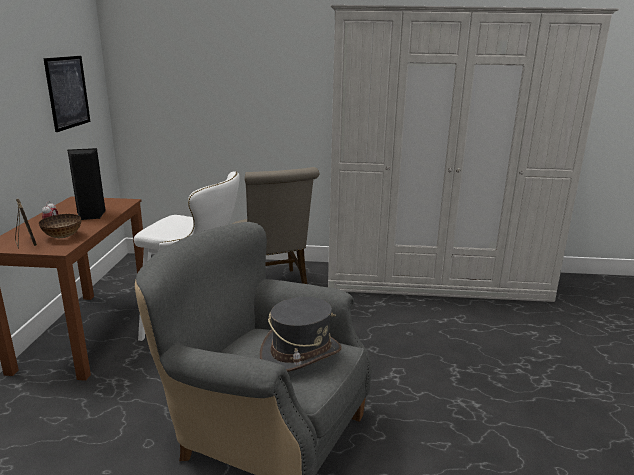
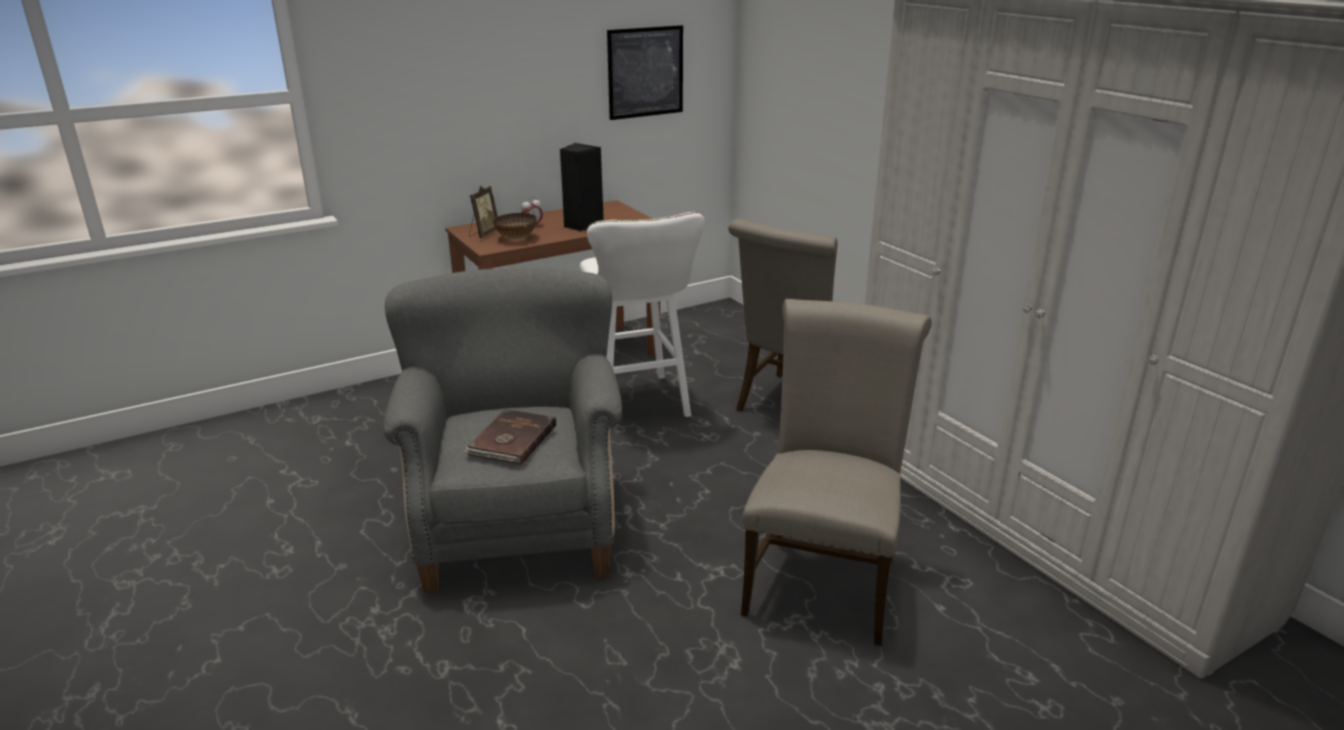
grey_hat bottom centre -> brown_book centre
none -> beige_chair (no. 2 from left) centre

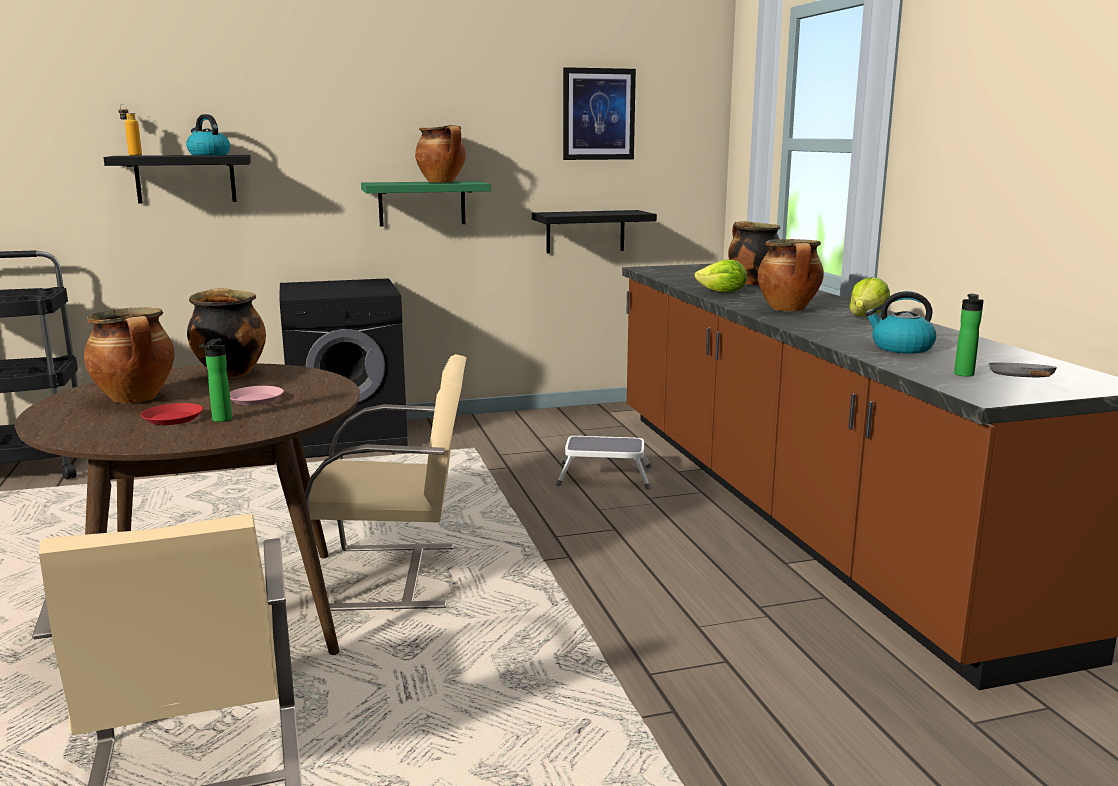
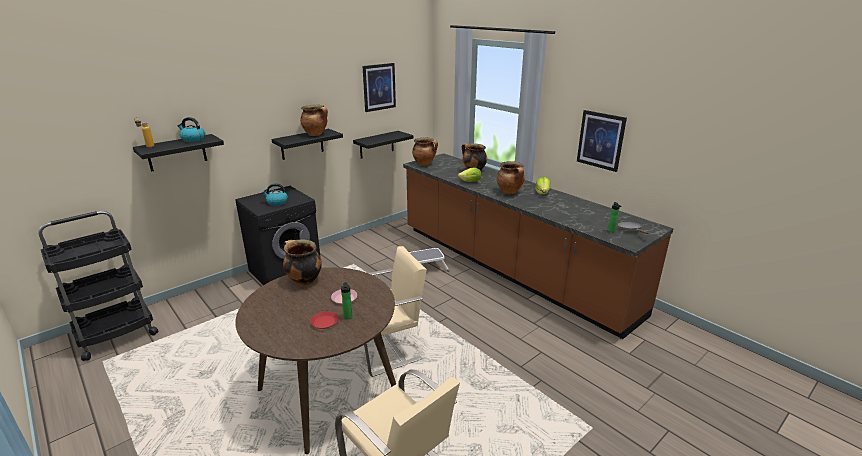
green_shelf top centre -> black_shelf (no. 2 from left) top centre
kettle (no. 2 from left) middle right -> kettle (no. 2 from left) middle left, relocated
cooking_pot (no. 1 from left in the first image) middle left -> cooking_pot (no. 3 from left) centre, relocated
none -> picture (no. 2 from left) top right

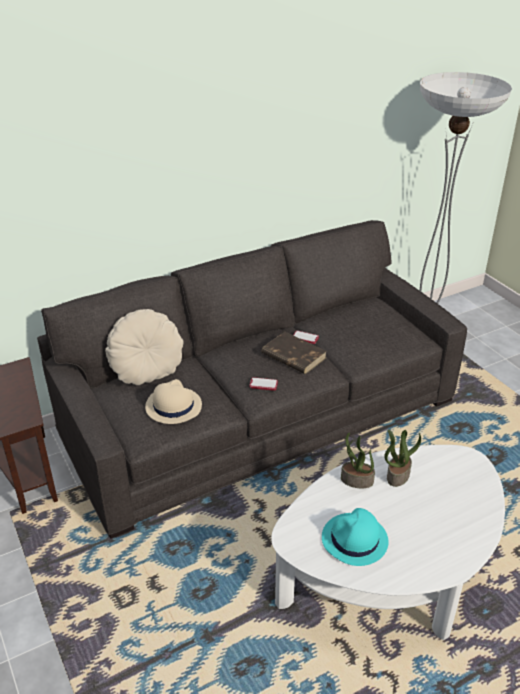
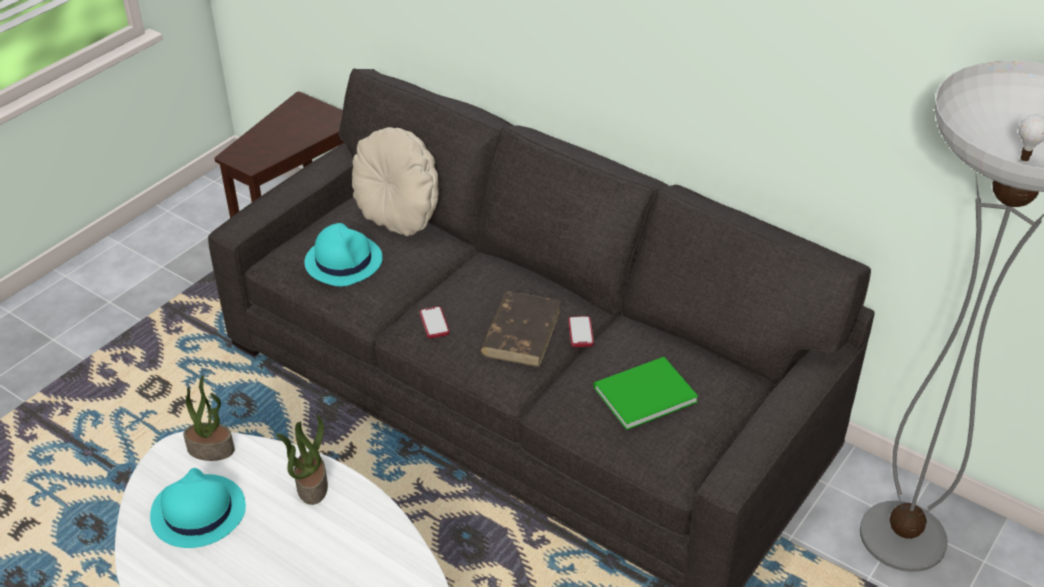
beige_hat middle left -> turquoise_hat (no. 2 from left) middle left
potted_plant (no. 2 from left in the first image) middle right -> potted_plant (no. 1 from left) bottom left, relocated
none -> green_book bottom centre

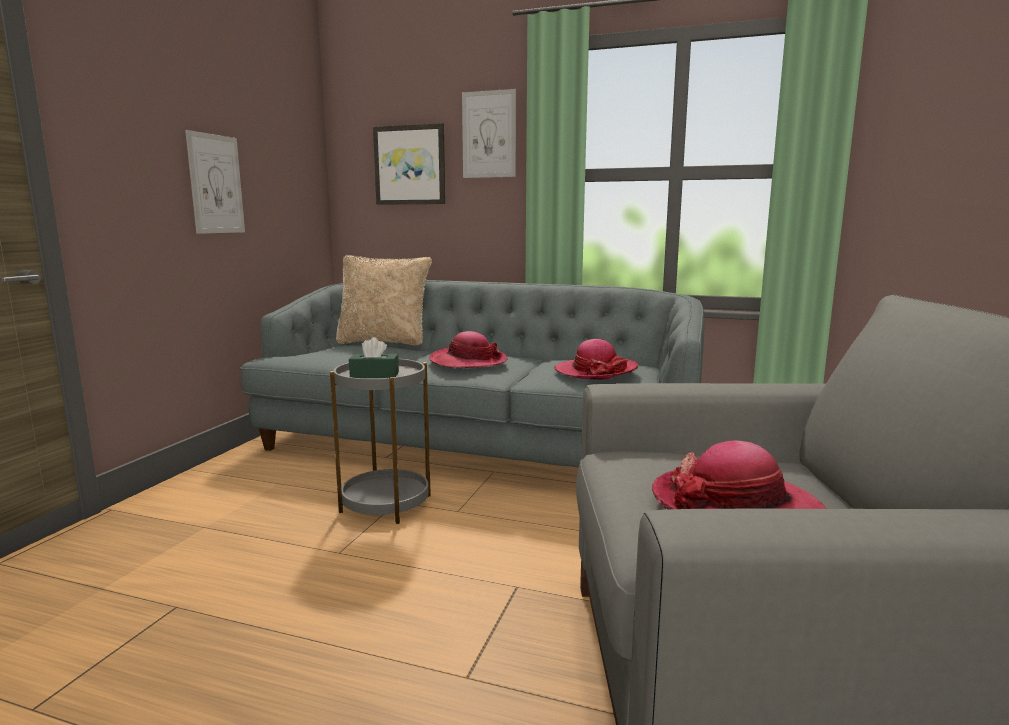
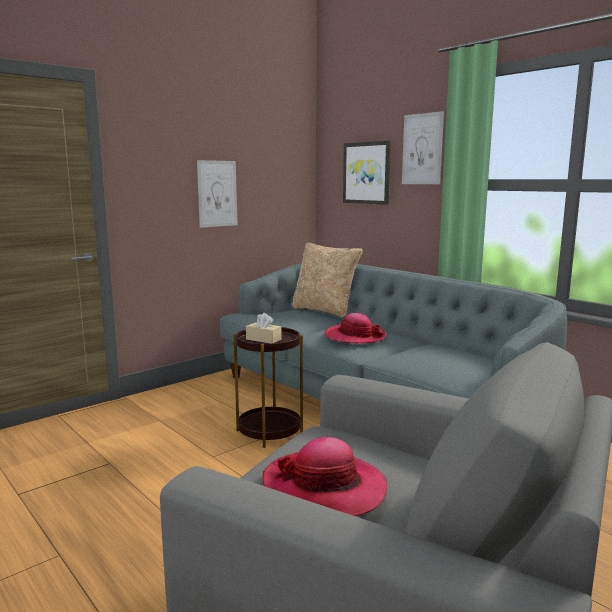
green_tissue_box centre -> beige_tissue_box centre
hat (no. 2 from left) centre -> none
grey_side_table centre -> brown_side_table centre

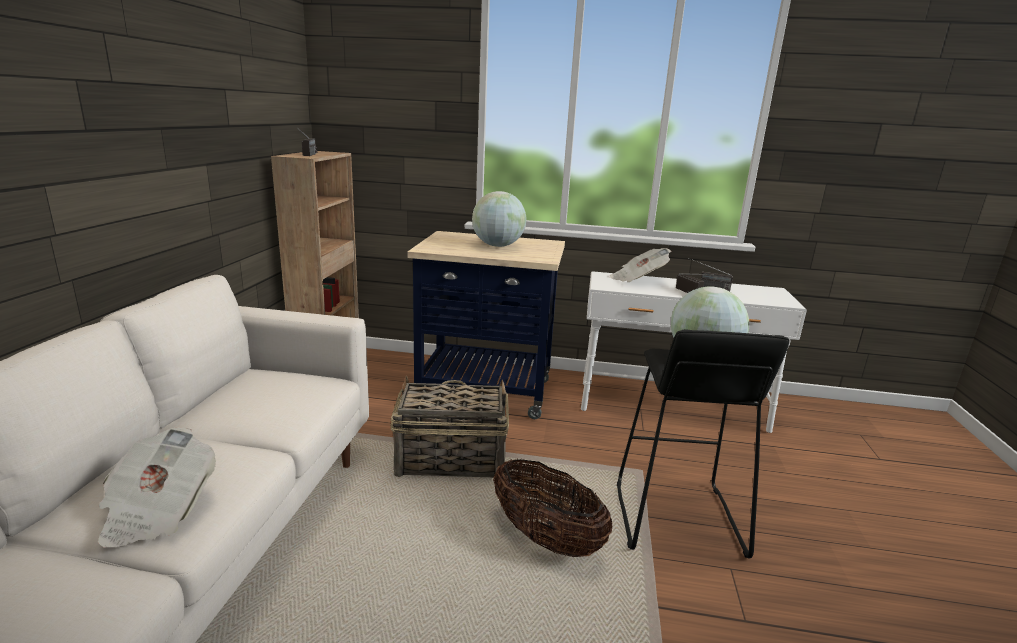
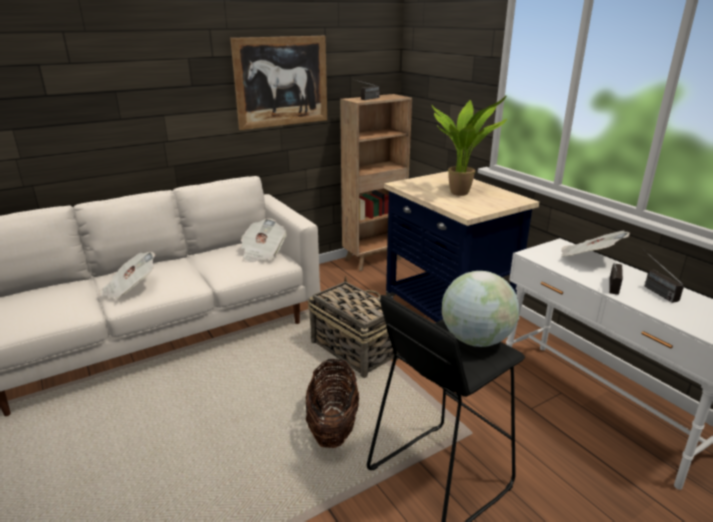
globe (no. 1 from left) centre -> potted_plant top centre
none -> picture top centre
none -> newspaper (no. 2 from left) centre

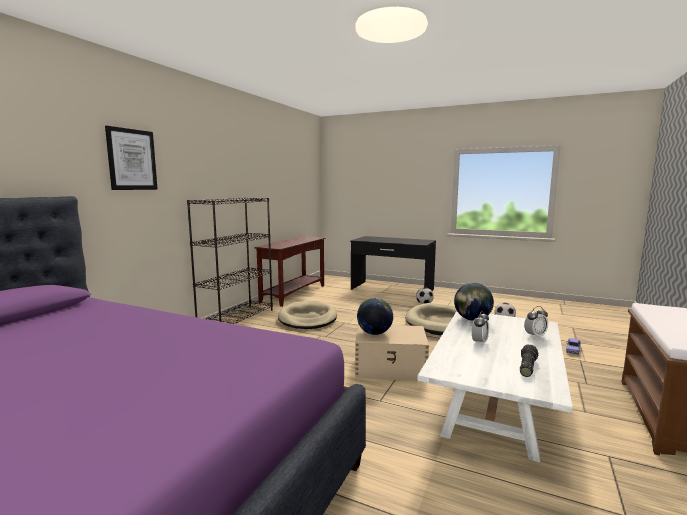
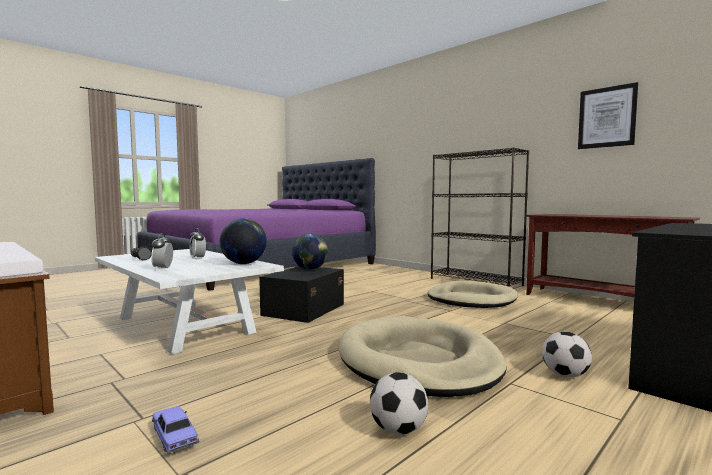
picture top left -> picture top right, relocated
beige_storage_box bottom centre -> black_storage_box centre

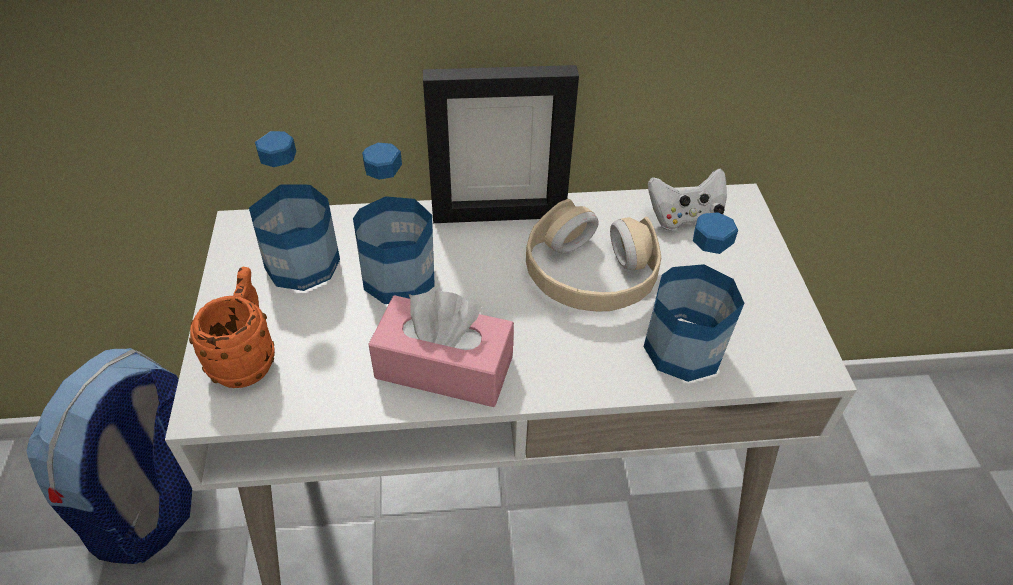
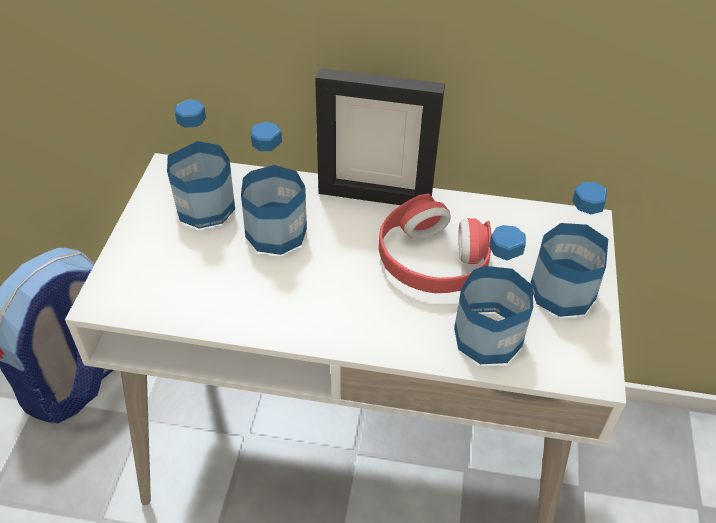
white_game_controller middle right -> none
beige_headphones centre -> red_headphones centre
orange_mug middle left -> none
pink_tissue_box centre -> none
none -> bottle (no. 4 from left) middle right

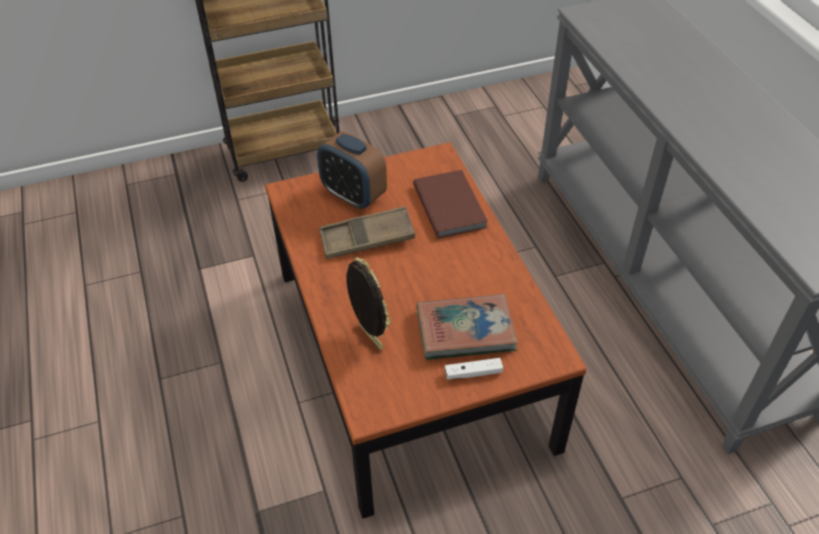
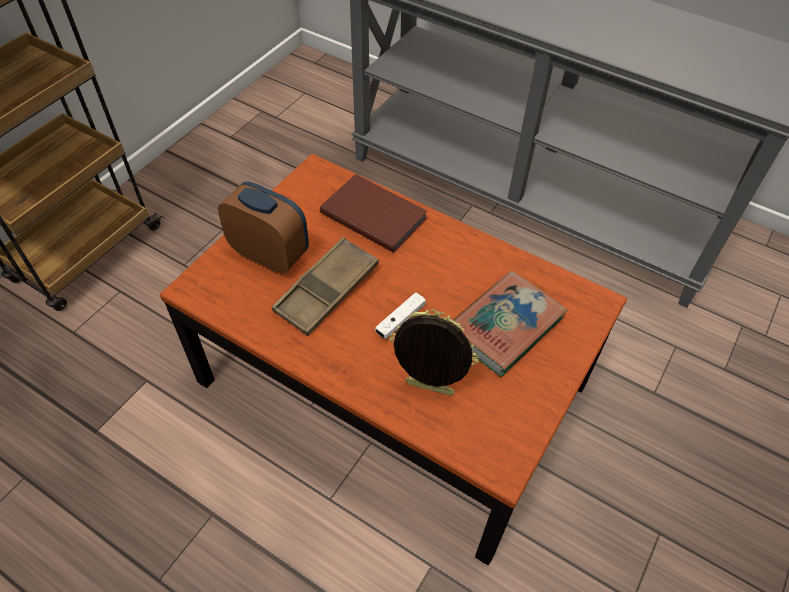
alarm_clock top centre -> alarm_clock centre, 150 degrees counterclockwise
white_game_controller bottom centre -> white_game_controller centre, relocated

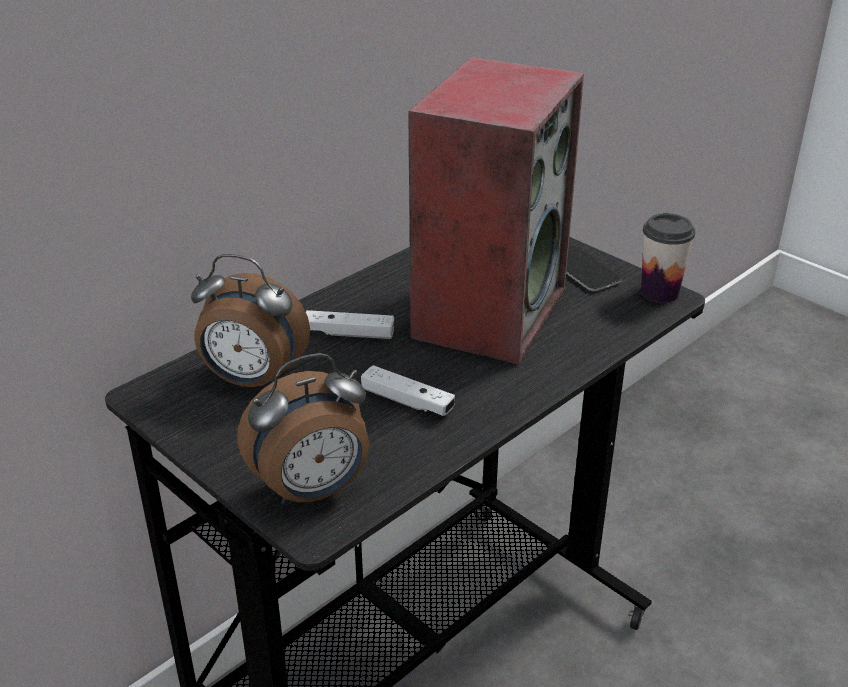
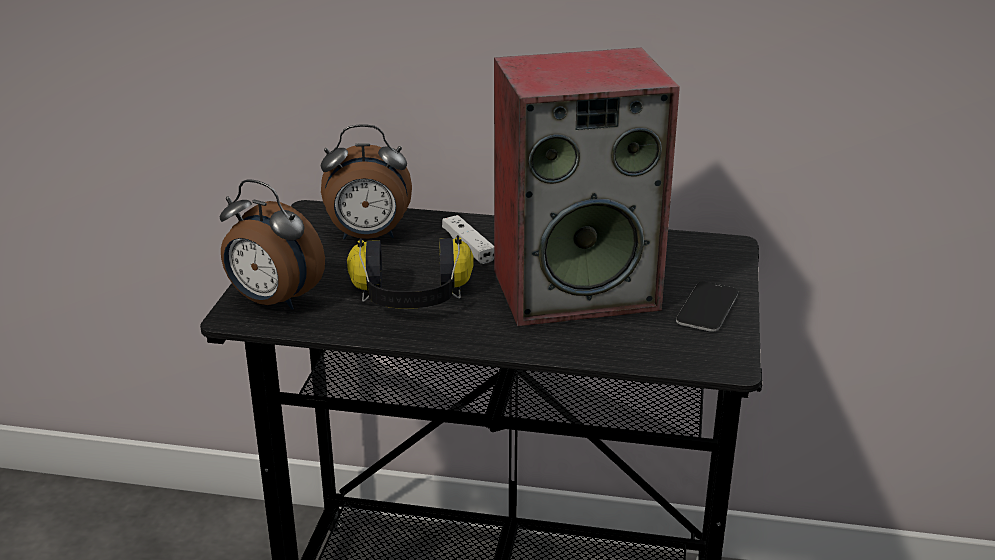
cup middle right -> none
alarm_clock (no. 1 from left in the first image) middle left -> alarm_clock (no. 2 from left) top centre, 75 degrees counterclockwise
white_game_controller (no. 2 from left) centre -> headphones centre

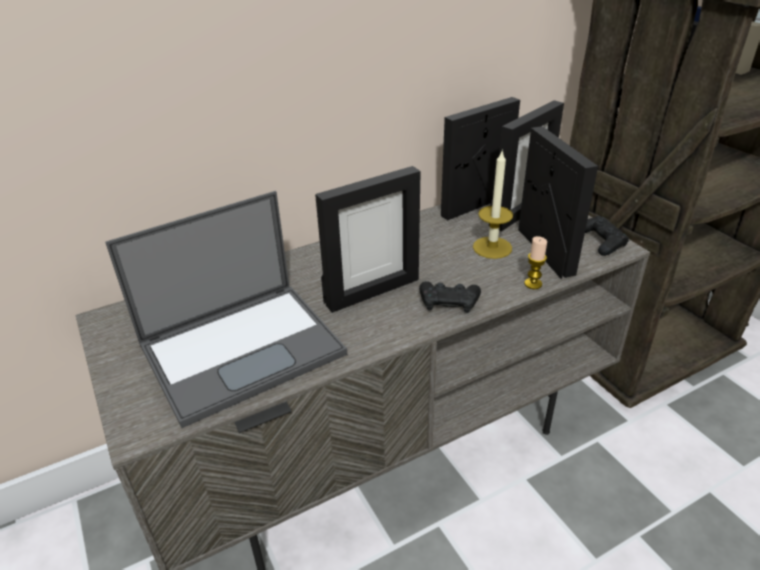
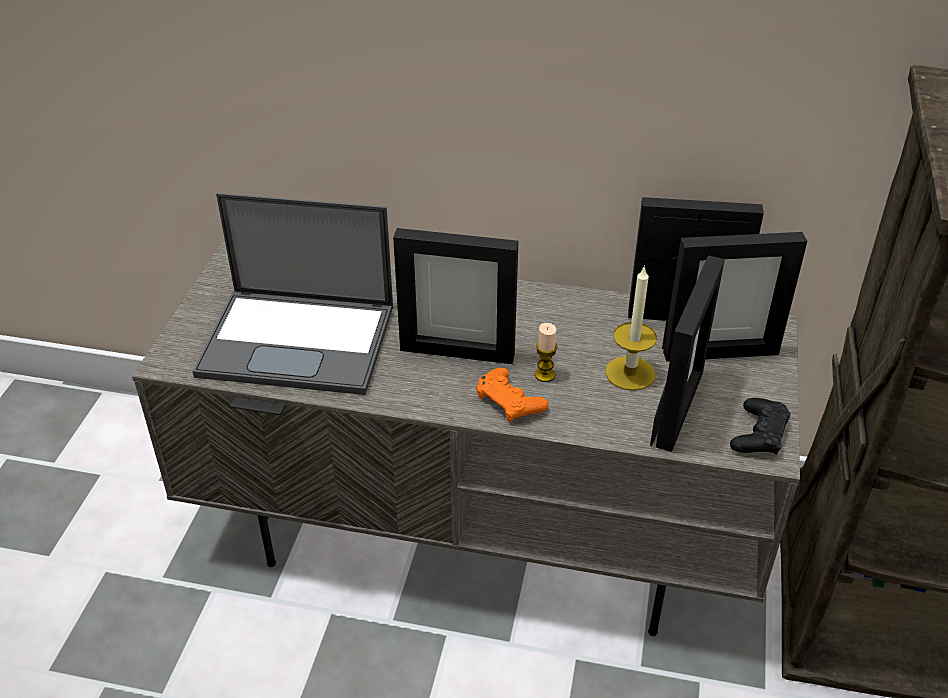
candle (no. 2 from left in the first image) middle right -> candle (no. 1 from left) centre, relocated
black_game_controller (no. 1 from left) centre -> orange_game_controller centre

